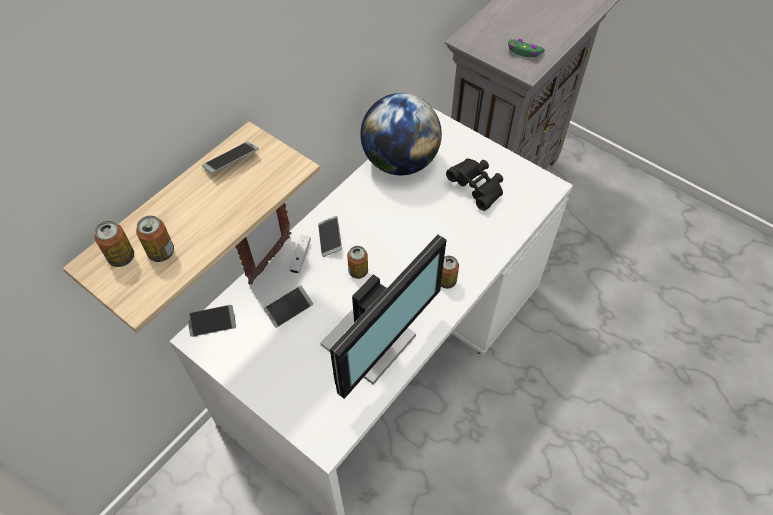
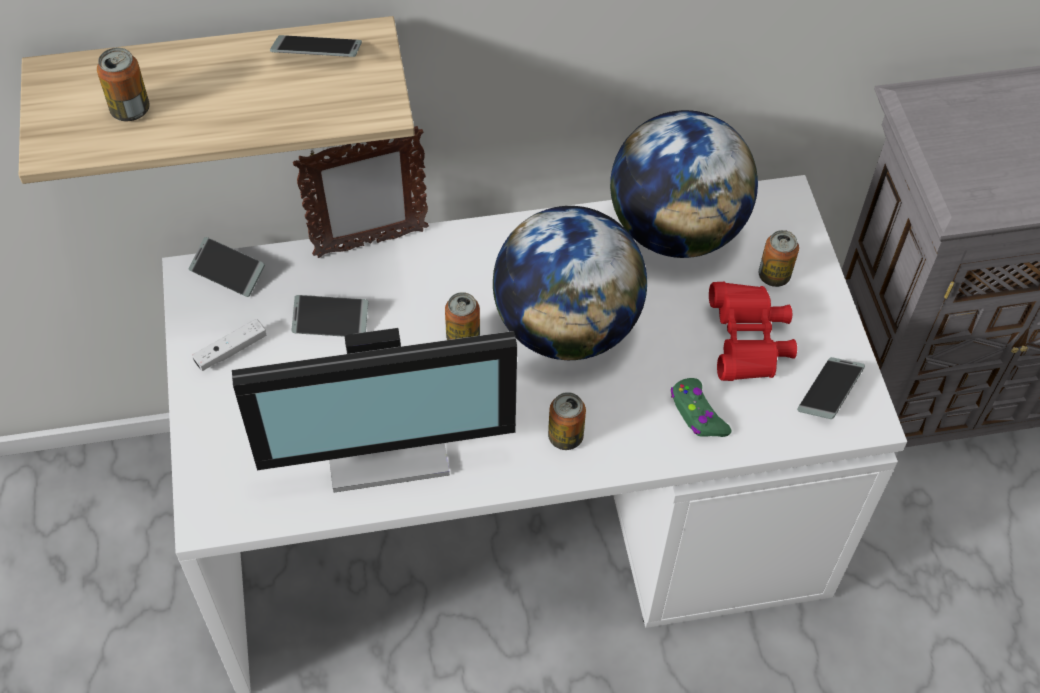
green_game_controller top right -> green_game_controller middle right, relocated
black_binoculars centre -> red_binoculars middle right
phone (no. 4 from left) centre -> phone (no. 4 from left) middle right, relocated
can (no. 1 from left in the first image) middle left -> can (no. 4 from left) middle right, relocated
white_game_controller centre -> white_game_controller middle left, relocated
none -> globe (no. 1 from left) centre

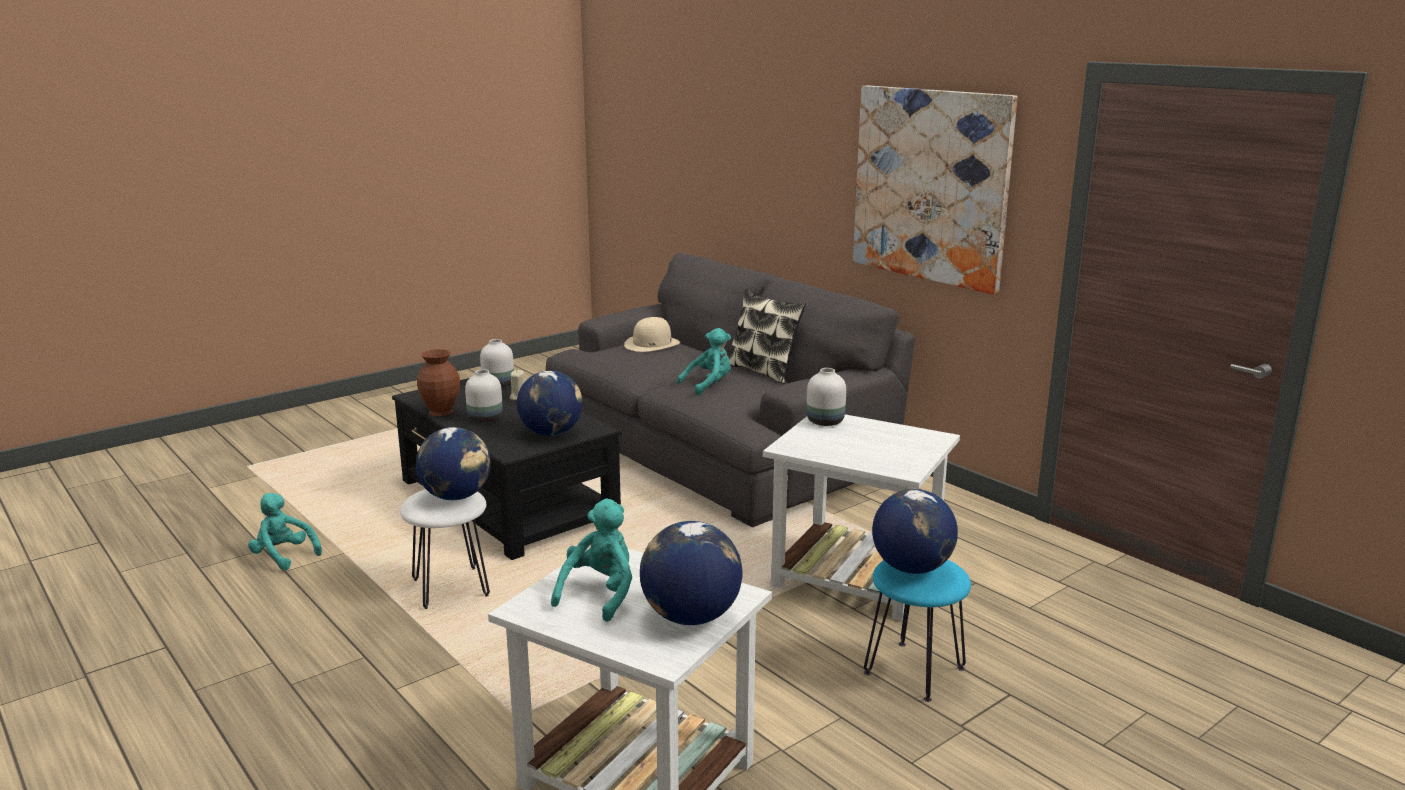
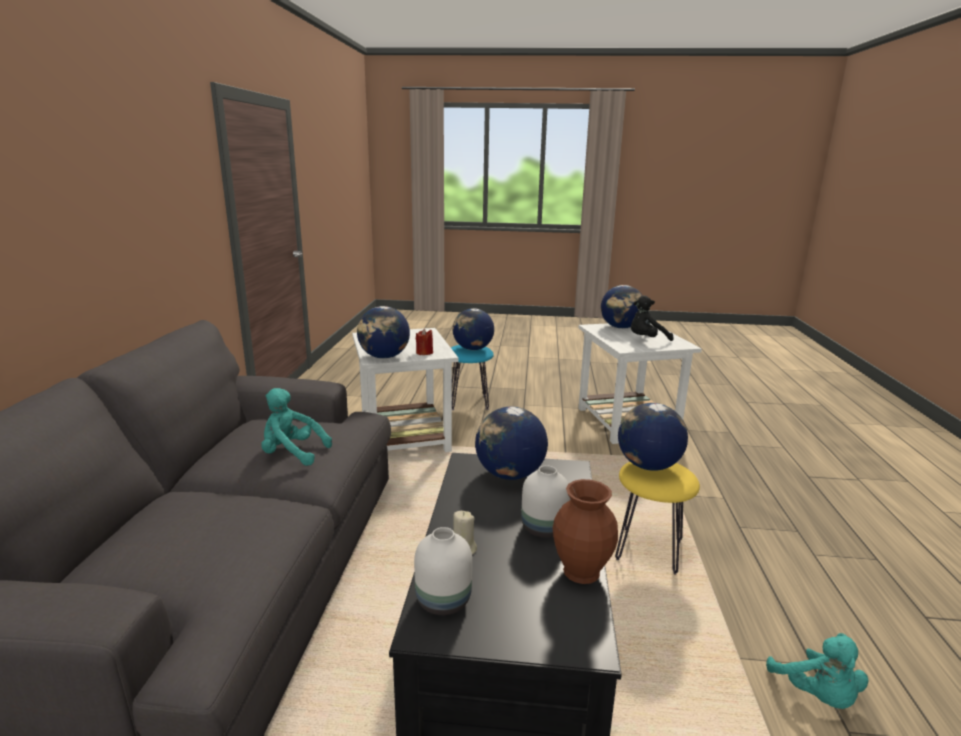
picture top centre -> none
pillow centre -> none
beige_hat centre -> none
white_vase (no. 3 from left) centre -> globe (no. 1 from left) centre
white_stool bottom left -> yellow_stool bottom right
turquoise_plush_toy (no. 2 from left) bottom centre -> black_plush_toy middle right
none -> red_candle centre

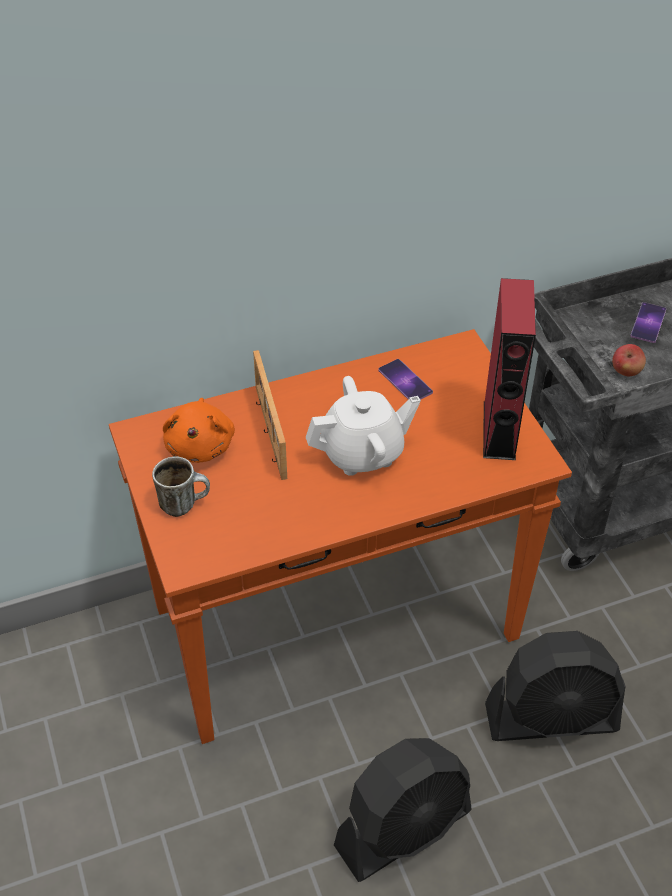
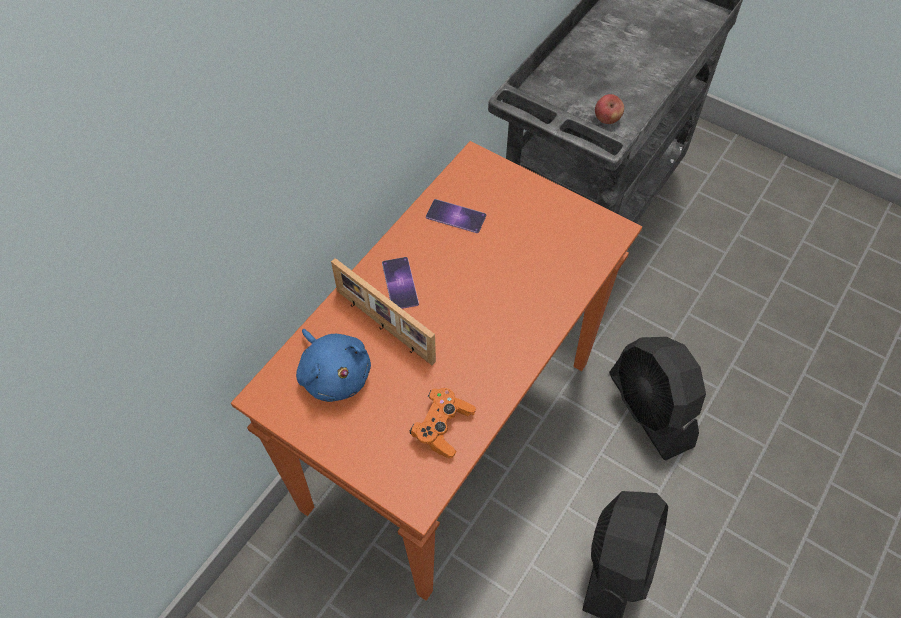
red_speaker middle right -> none
phone (no. 2 from left in the first image) middle right -> phone (no. 1 from left) centre, relocated
white_teapot centre -> none
orange_plush_toy middle left -> blue_plush_toy centre
mug middle left -> none
black_fan (no. 2 from left) bottom right -> black_fan (no. 2 from left) middle right, 105 degrees clockwise
none -> orange_game_controller bottom centre

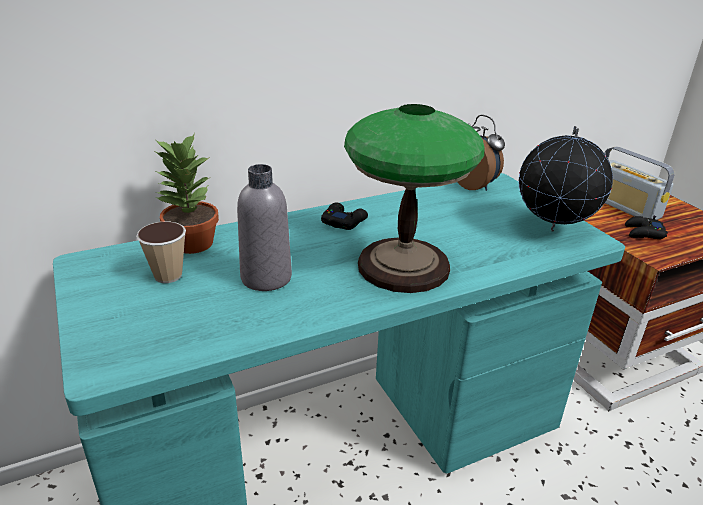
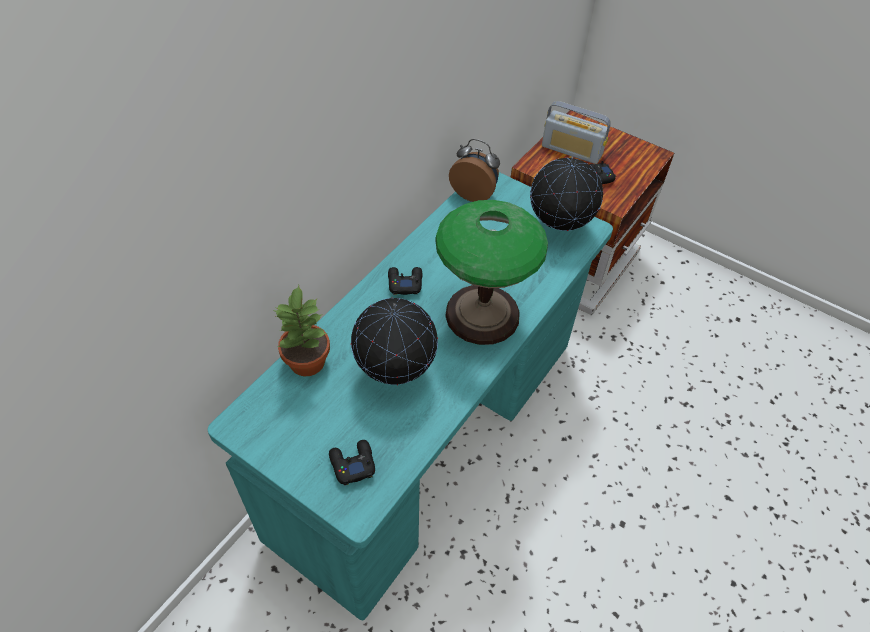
grey_bottle centre -> globe (no. 1 from left) centre
cup middle left -> none
none -> black_game_controller (no. 1 from left) bottom centre

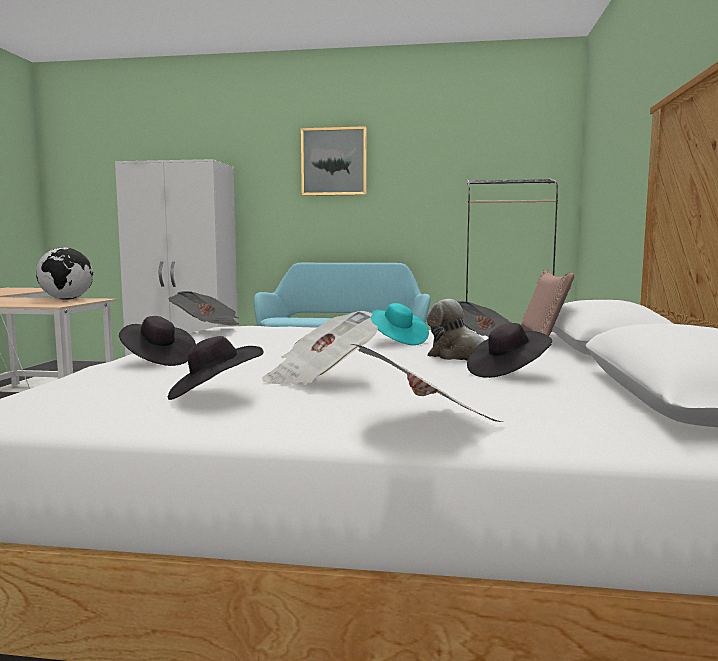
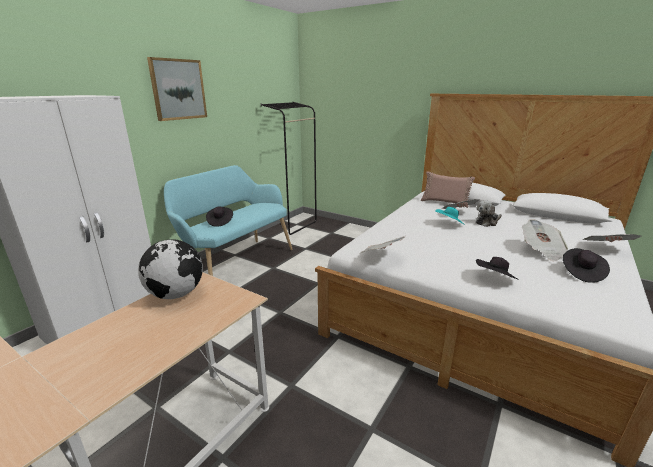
black_hat (no. 3 from left in the first image) middle right -> black_hat (no. 1 from left) centre, relocated

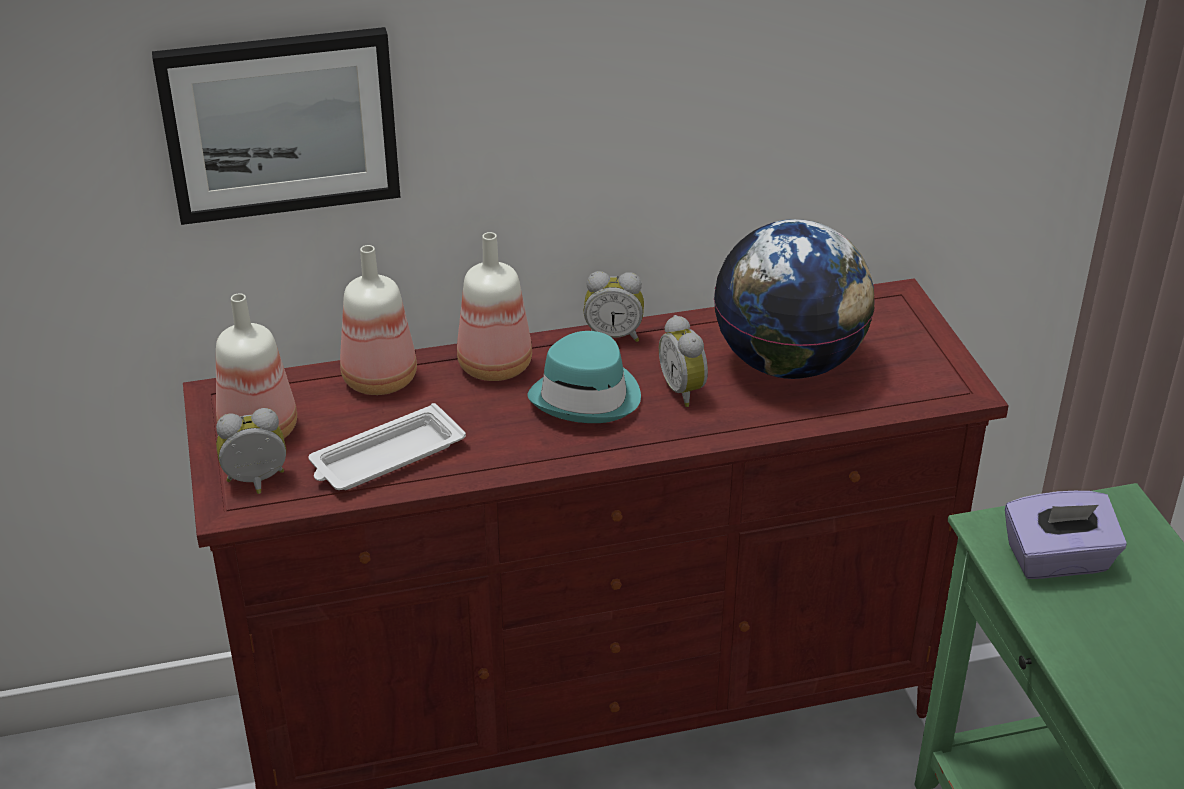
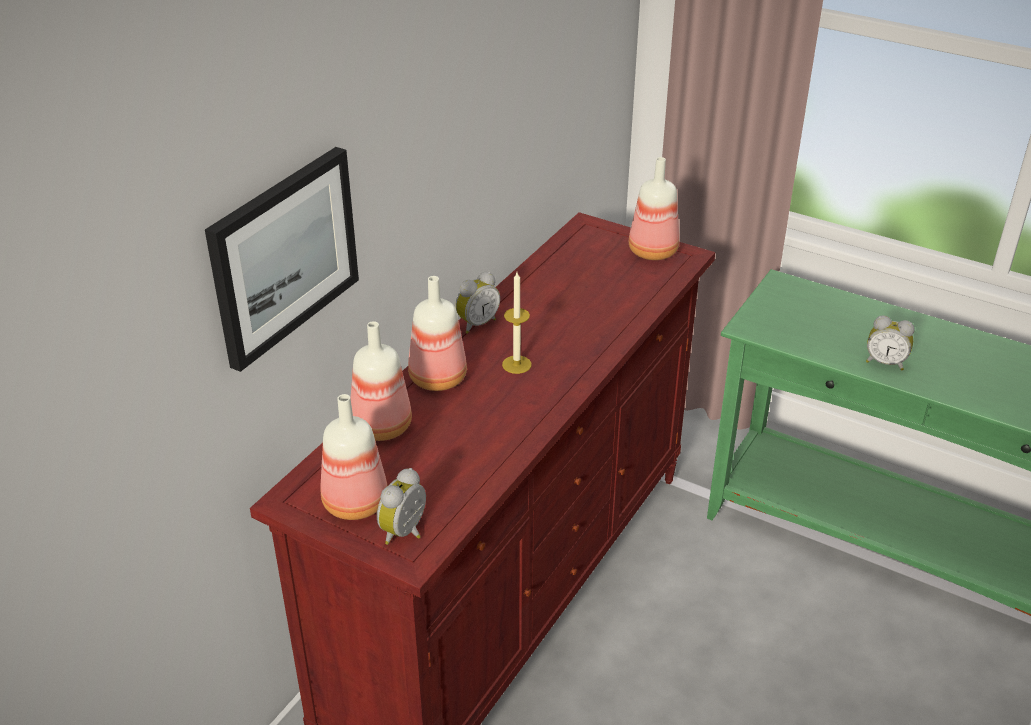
globe middle right -> none
alarm_clock (no. 3 from left) centre -> alarm_clock (no. 3 from left) middle right, relocated
turquoise_hat centre -> candle centre
white_tray middle left -> none
purple_tissue_box bottom right -> none
none -> bottle (no. 4 from left) top centre

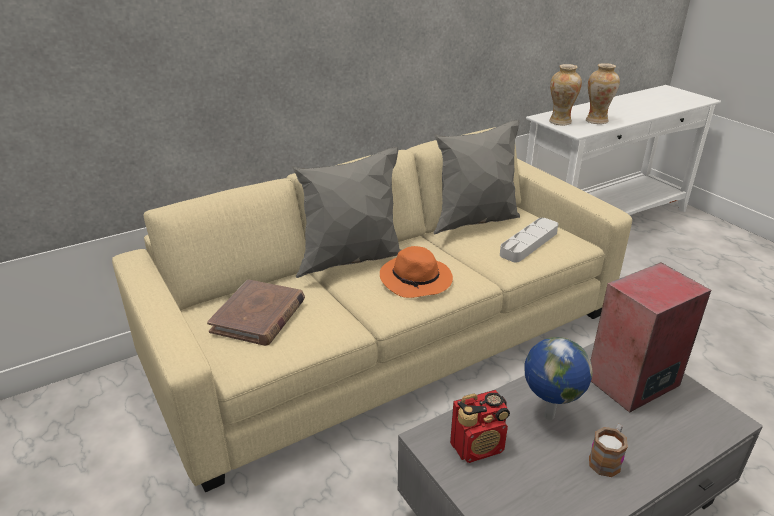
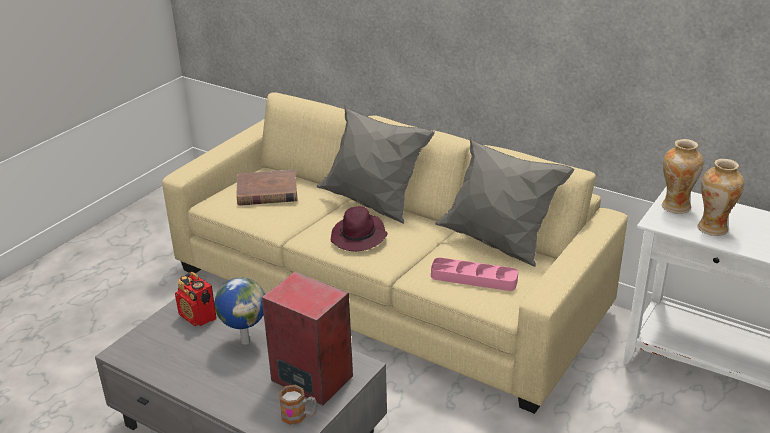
grey_tray middle right -> pink_tray centre
orange_hat centre -> purple_hat centre
mug bottom right -> mug bottom centre, relocated

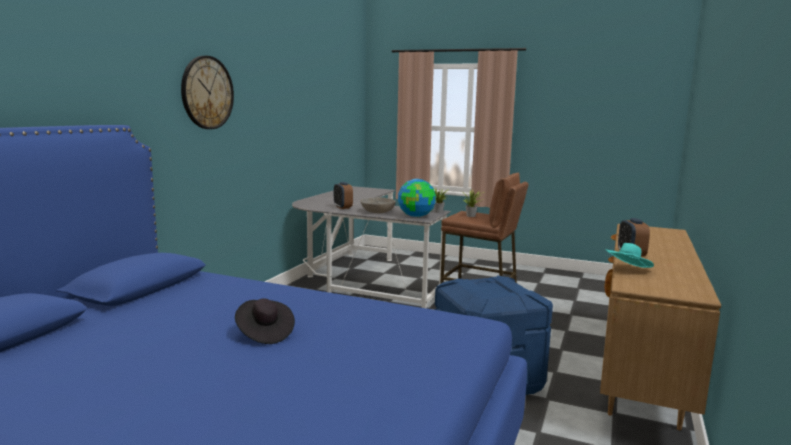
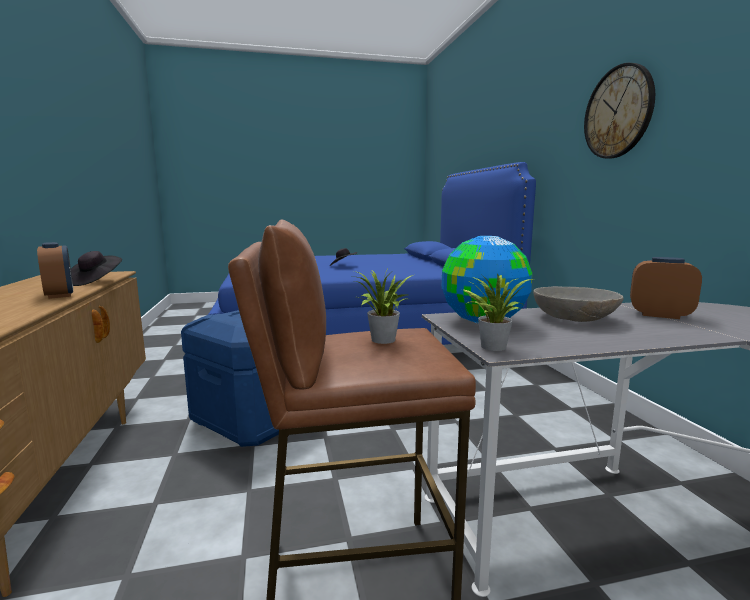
turquoise_hat middle right -> black_hat (no. 1 from left) middle left

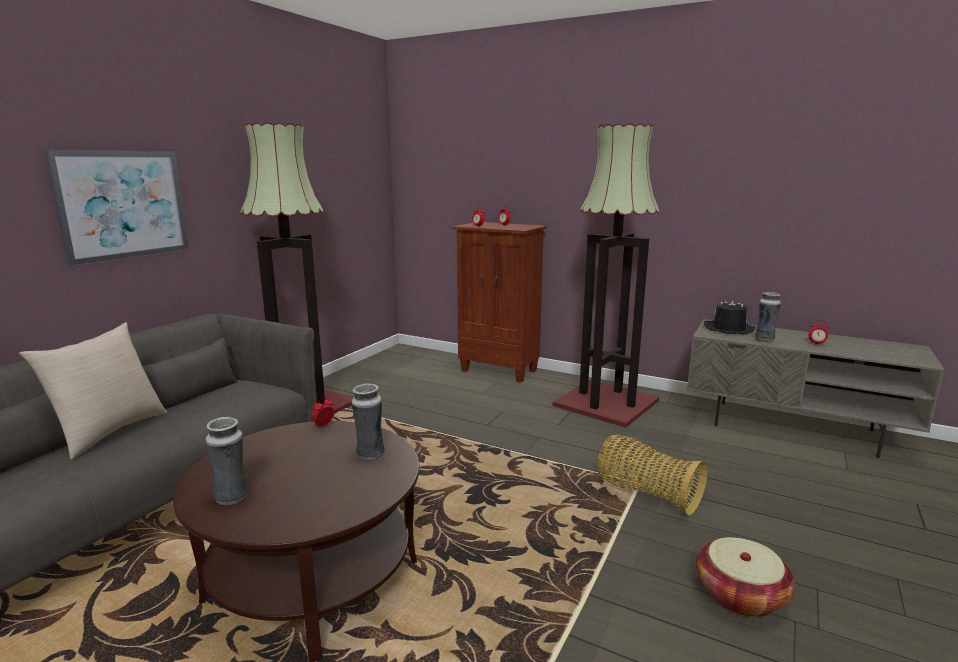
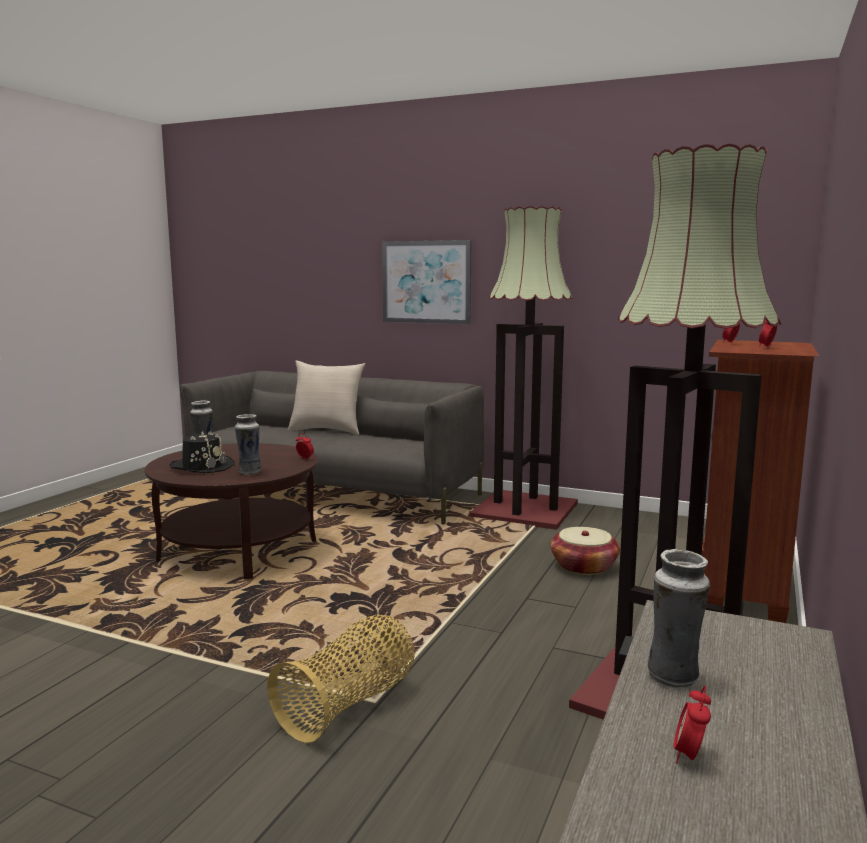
black_hat middle right -> black_hat middle left, relocated
basket (no. 2 from left) bottom right -> basket (no. 2 from left) middle right, relocated

